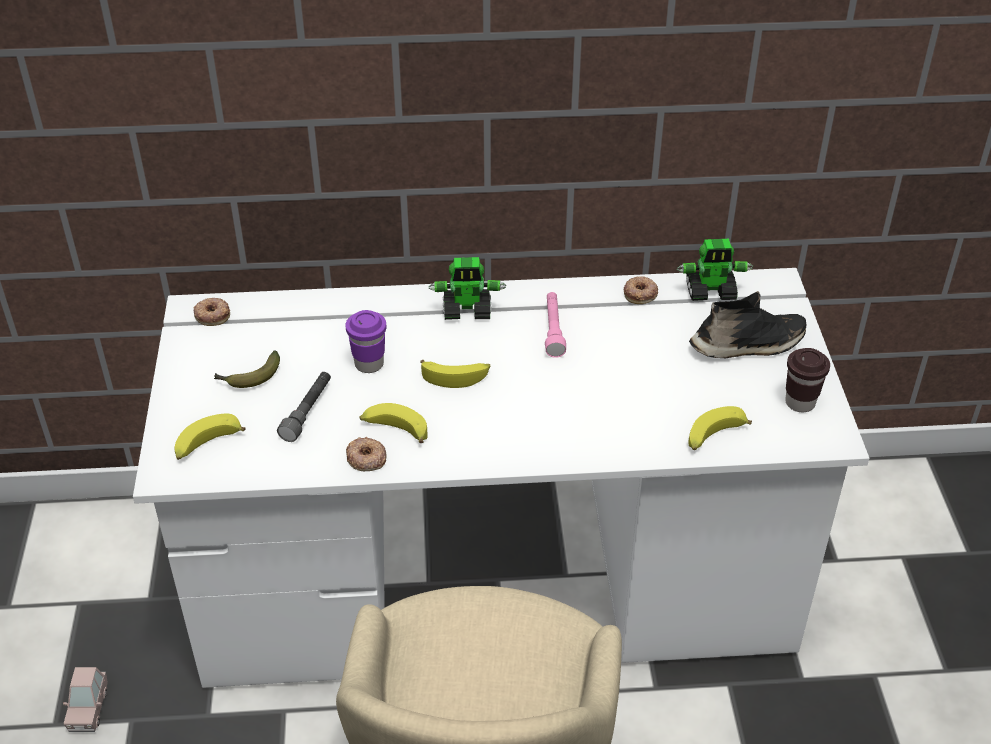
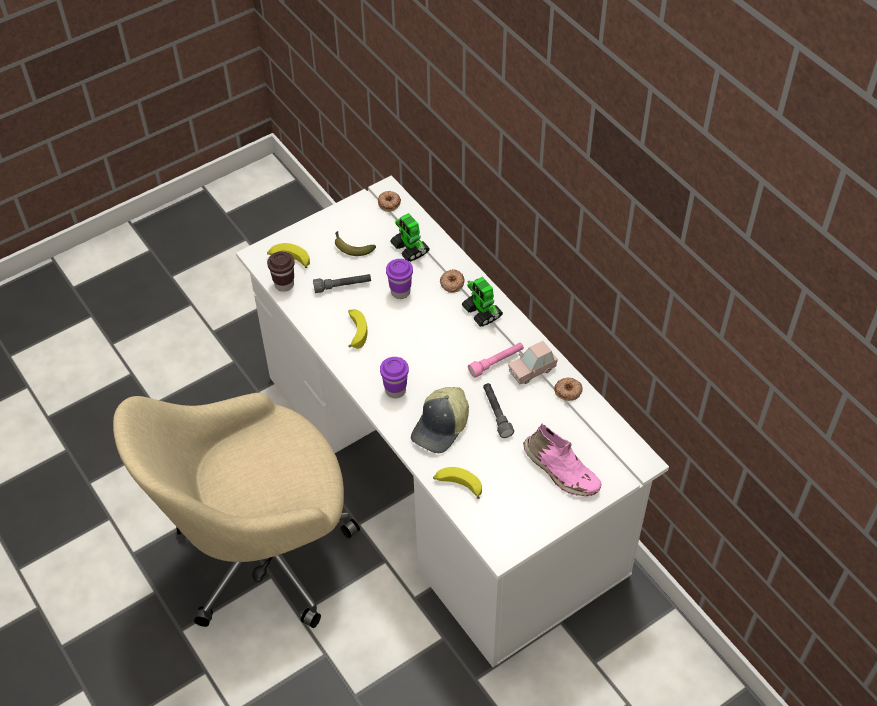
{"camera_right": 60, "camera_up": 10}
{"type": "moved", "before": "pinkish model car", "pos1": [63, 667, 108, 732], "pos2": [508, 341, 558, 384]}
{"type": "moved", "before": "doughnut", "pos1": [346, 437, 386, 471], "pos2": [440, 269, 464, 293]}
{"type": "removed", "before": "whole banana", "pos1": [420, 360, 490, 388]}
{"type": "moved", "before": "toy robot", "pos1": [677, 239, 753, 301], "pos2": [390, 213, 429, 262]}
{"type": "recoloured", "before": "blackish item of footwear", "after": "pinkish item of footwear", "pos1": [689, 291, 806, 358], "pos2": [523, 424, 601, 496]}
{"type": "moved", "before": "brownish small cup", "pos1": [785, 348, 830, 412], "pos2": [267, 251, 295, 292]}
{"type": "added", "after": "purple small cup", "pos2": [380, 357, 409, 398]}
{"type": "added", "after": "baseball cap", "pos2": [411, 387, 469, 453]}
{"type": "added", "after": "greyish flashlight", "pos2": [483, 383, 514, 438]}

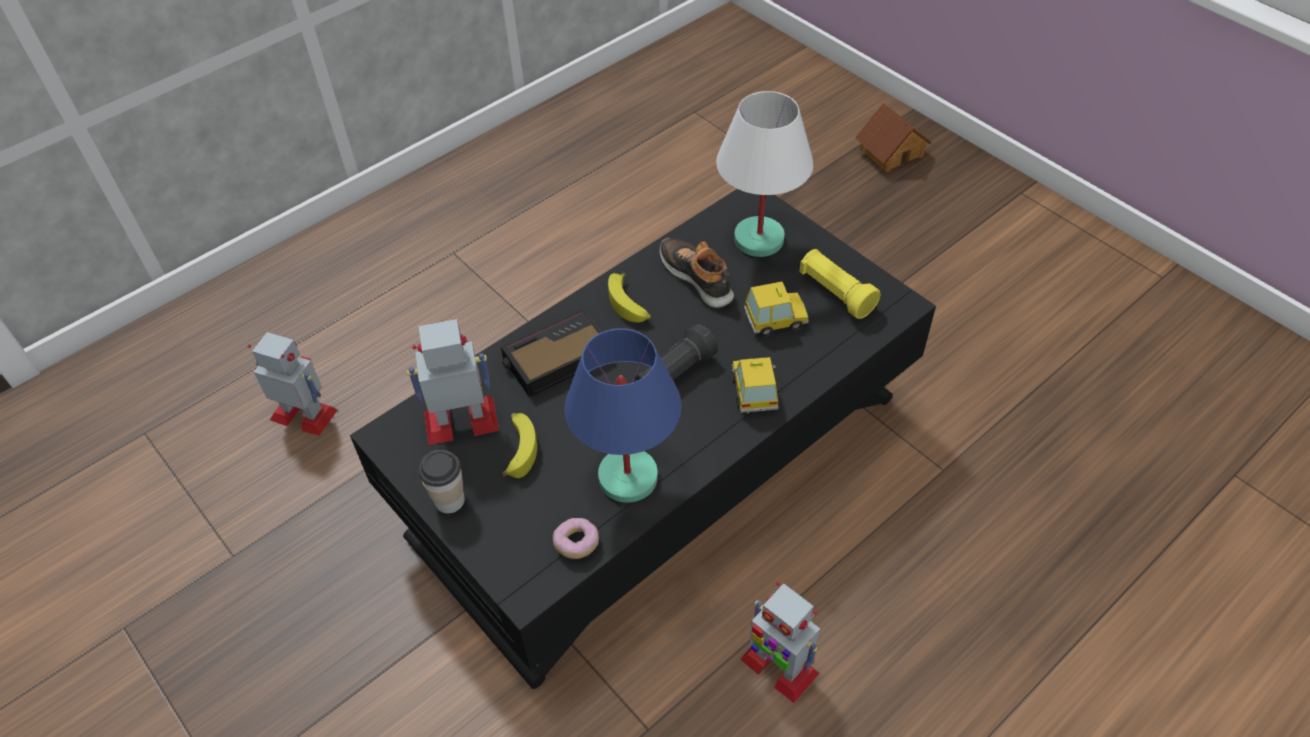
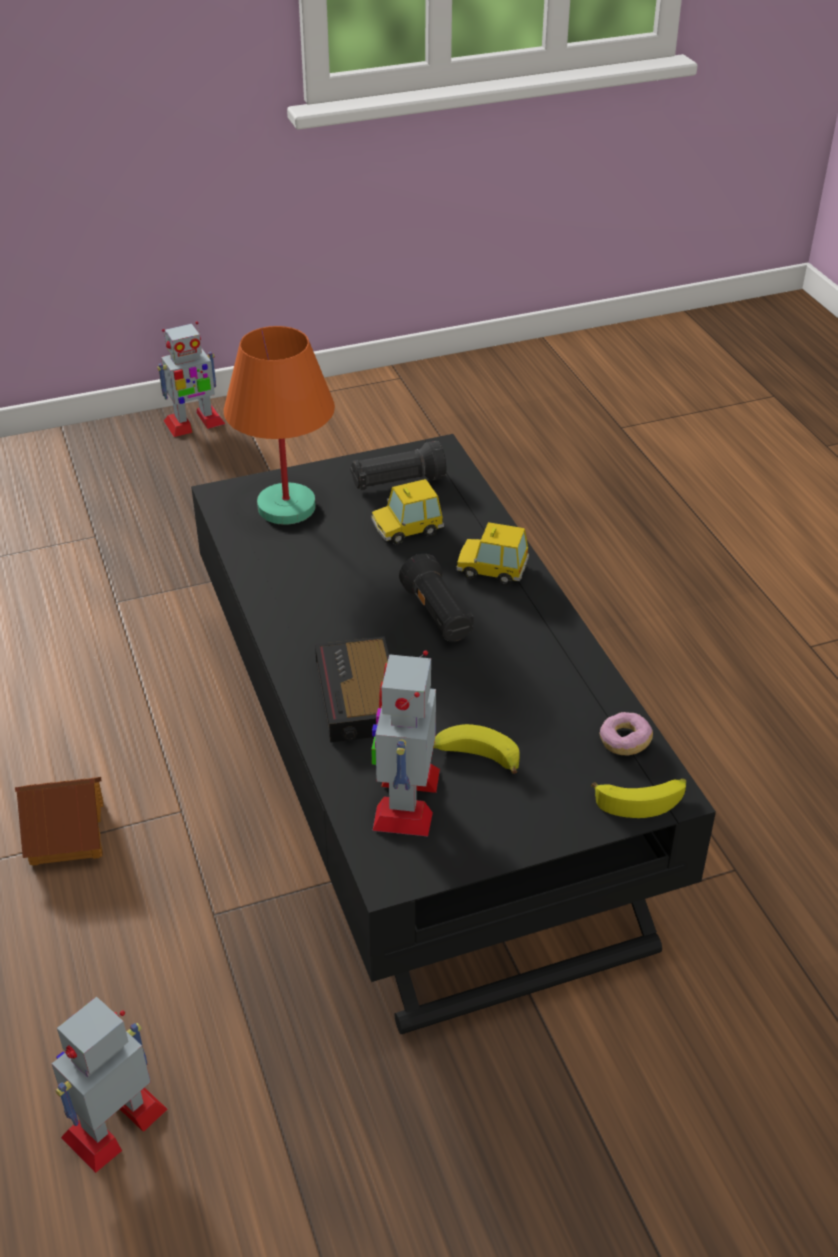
{"camera_right": -70, "camera_up": -10}
{"type": "removed", "before": "small cup", "pos1": [418, 450, 465, 513]}
{"type": "removed", "before": "blue lamp for a table", "pos1": [564, 328, 682, 503]}
{"type": "moved", "before": "whole banana", "pos1": [608, 272, 651, 323], "pos2": [591, 779, 686, 818]}
{"type": "removed", "before": "item of footwear", "pos1": [660, 238, 734, 308]}
{"type": "recoloured", "before": "white lamp for a table", "after": "orange-coloured lamp for a table", "pos1": [716, 91, 814, 257], "pos2": [224, 326, 335, 525]}
{"type": "moved", "before": "toy robot", "pos1": [740, 582, 820, 703], "pos2": [157, 321, 225, 437]}
{"type": "turned", "before": "model car", "pos1": [744, 281, 809, 336], "pos2": [371, 479, 444, 545], "turn": -120}
{"type": "recoloured", "before": "yellow-coloured flashlight", "after": "blackish flashlight", "pos1": [799, 249, 881, 319], "pos2": [350, 441, 446, 490]}
{"type": "moved", "before": "model house", "pos1": [855, 103, 932, 172], "pos2": [15, 777, 103, 866]}

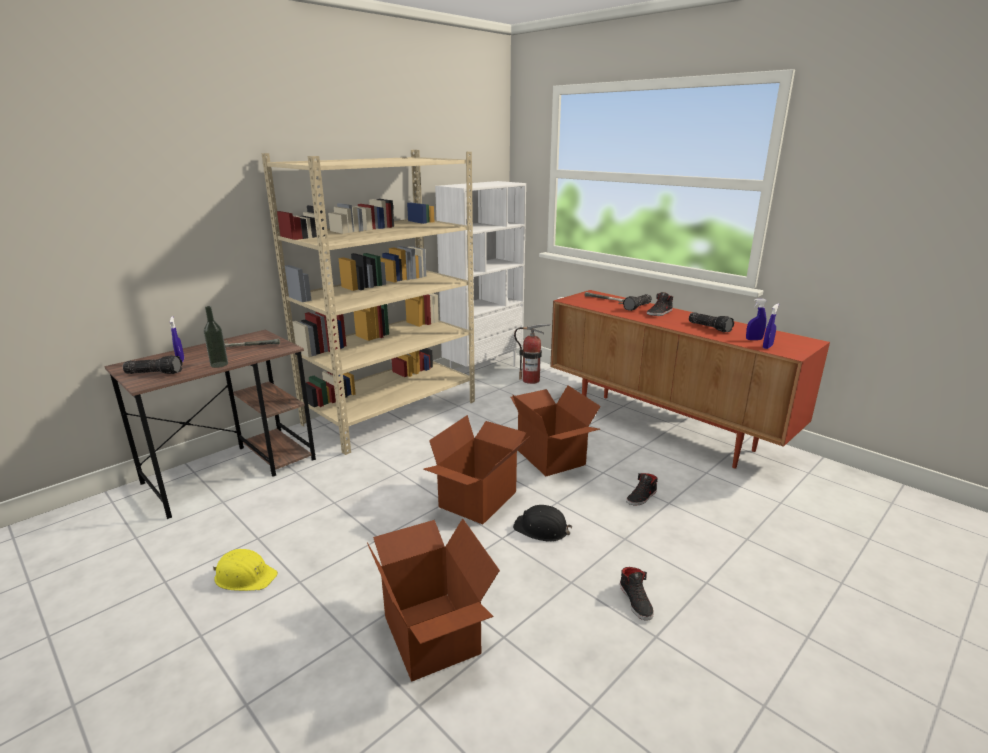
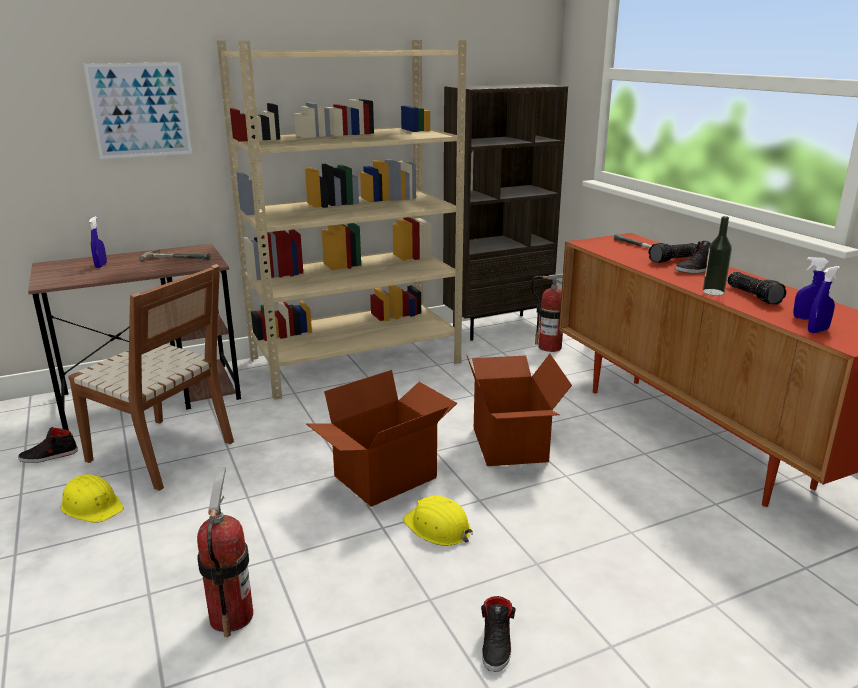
{"camera_right": 20, "camera_up": 0}
{"type": "removed", "before": "flashlight", "pos1": [123, 355, 183, 374]}
{"type": "moved", "before": "bottle", "pos1": [204, 306, 228, 368], "pos2": [703, 216, 732, 296]}
{"type": "replaced", "before": "packing box", "after": "fire-fighting cylinder", "pos1": [367, 518, 500, 682], "pos2": [197, 467, 253, 637]}
{"type": "recoloured", "before": "white bookcase", "after": "brownish bookcase", "pos1": [435, 181, 526, 369], "pos2": [443, 83, 568, 341]}
{"type": "recoloured", "before": "blackish hard hat", "after": "yellow-coloured hard hat", "pos1": [513, 505, 572, 542], "pos2": [403, 496, 473, 546]}
{"type": "moved", "before": "blackish item of footwear", "pos1": [626, 473, 658, 506], "pos2": [18, 427, 78, 463]}
{"type": "added", "after": "upright chair", "pos2": [68, 264, 234, 491]}
{"type": "added", "after": "picture", "pos2": [84, 62, 192, 159]}

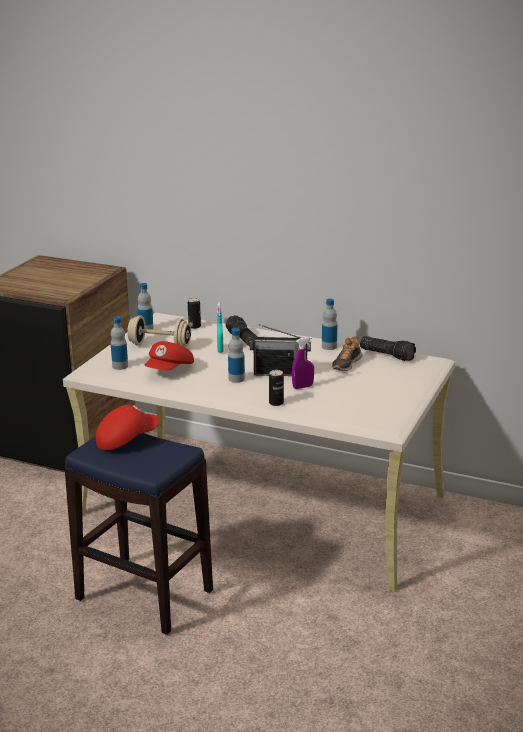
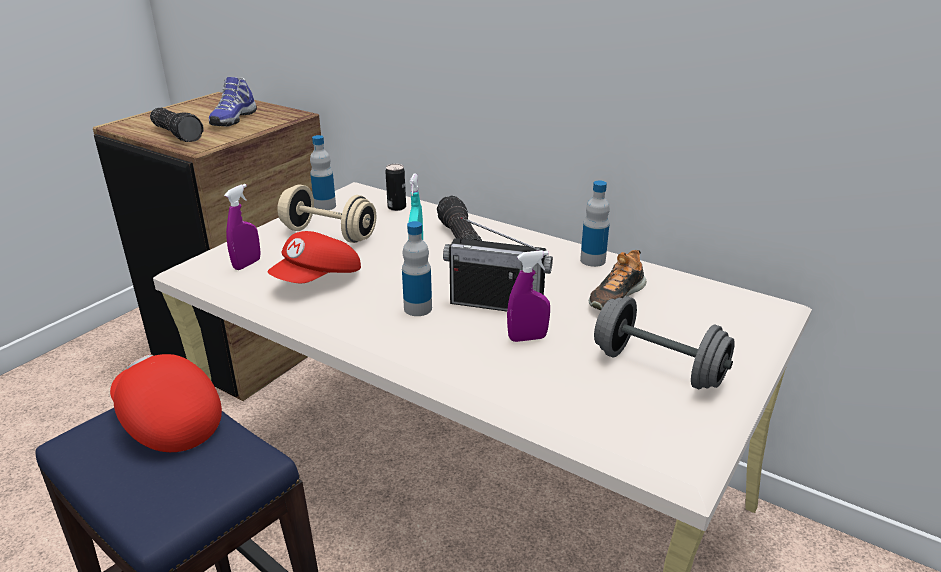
{"camera_right": 10, "camera_up": 5}
{"type": "turned", "before": "red-coloured baseball cap", "pos1": [96, 405, 159, 450], "pos2": [110, 354, 222, 452], "turn": -120}
{"type": "replaced", "before": "bottle", "after": "purple spray bottle", "pos1": [111, 317, 128, 370], "pos2": [224, 184, 261, 270]}
{"type": "removed", "before": "metal can", "pos1": [269, 370, 284, 406]}
{"type": "moved", "before": "flashlight", "pos1": [360, 336, 416, 361], "pos2": [150, 108, 204, 142]}
{"type": "added", "after": "item of footwear", "pos2": [209, 77, 257, 127]}
{"type": "added", "after": "greyish hand weight", "pos2": [594, 296, 735, 389]}

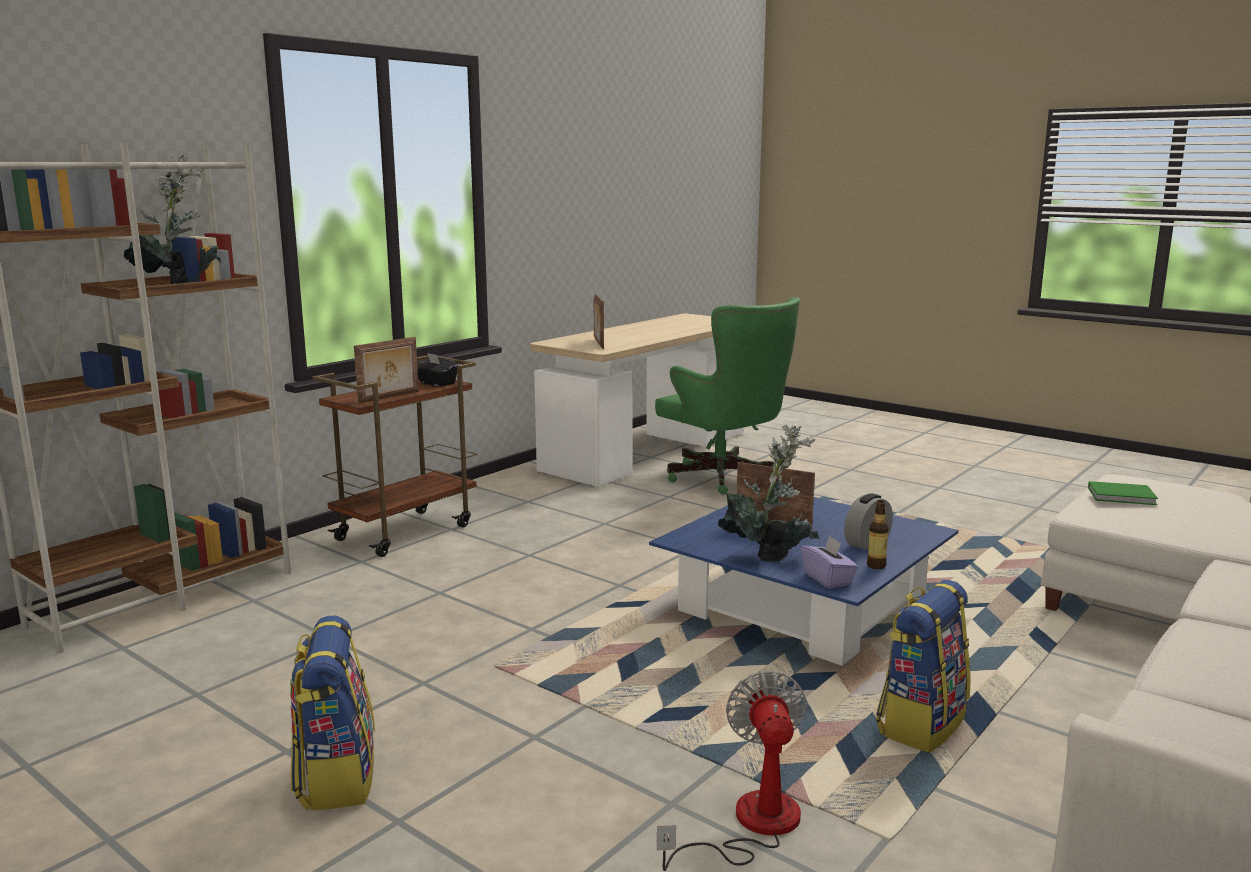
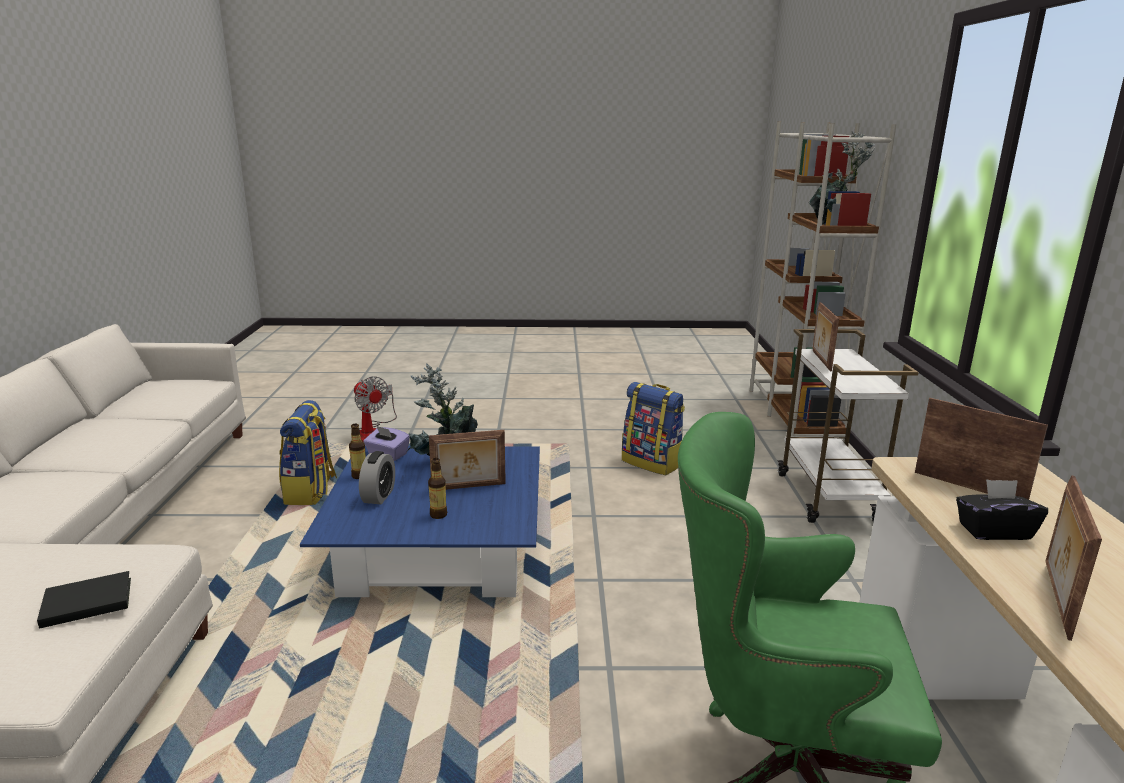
{"camera_right": 140, "camera_up": 5}
{"type": "moved", "before": "rucksack", "pos1": [290, 616, 375, 810], "pos2": [622, 382, 685, 475]}
{"type": "recoloured", "before": "brownish cart", "after": "white cart", "pos1": [312, 355, 478, 557], "pos2": [777, 329, 919, 523]}
{"type": "moved", "before": "blackish box of tissues", "pos1": [417, 353, 458, 387], "pos2": [956, 479, 1048, 540]}
{"type": "recoloured", "before": "green book", "after": "blackish book", "pos1": [1088, 481, 1158, 505], "pos2": [37, 571, 131, 629]}
{"type": "added", "after": "bottle", "pos2": [428, 458, 447, 519]}
{"type": "added", "after": "standing frame", "pos2": [1046, 476, 1102, 641]}

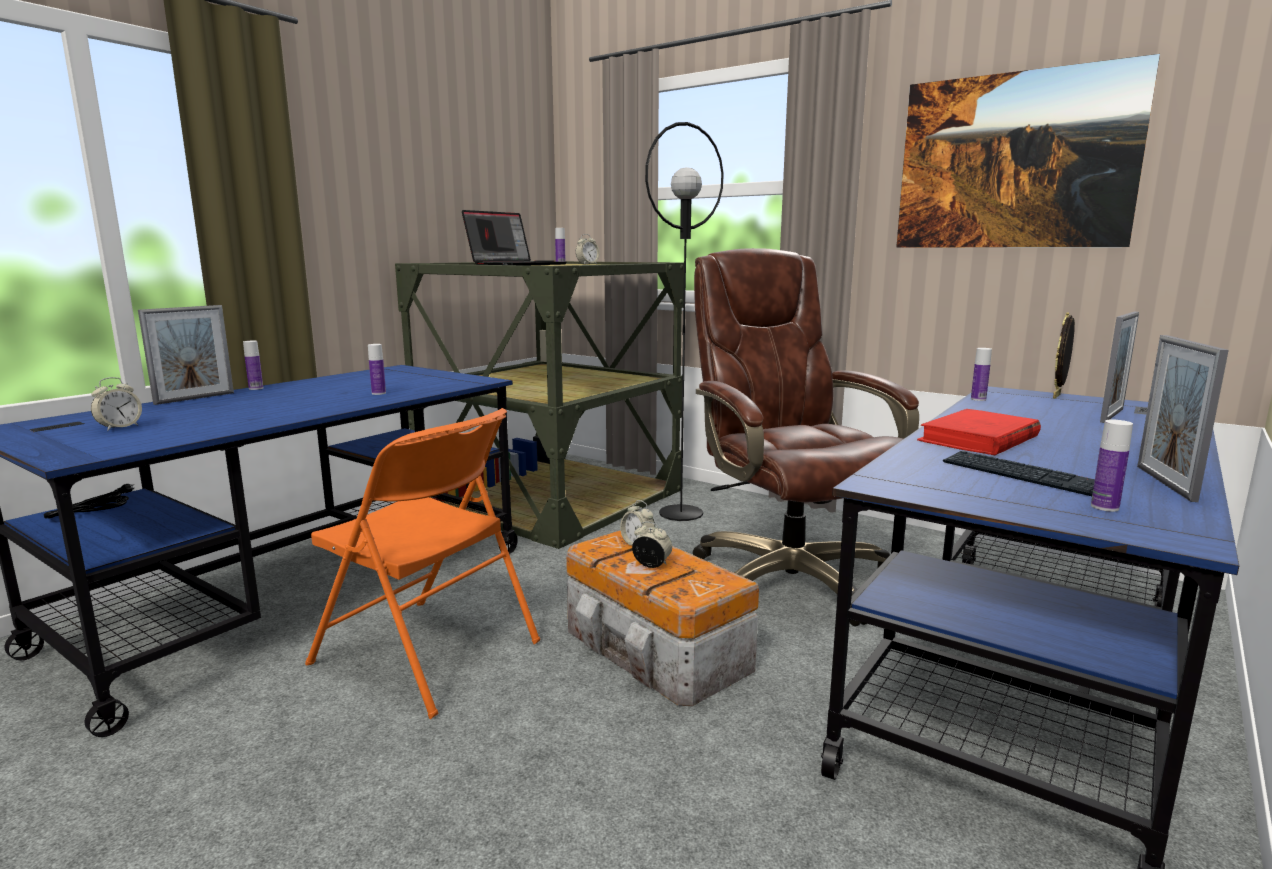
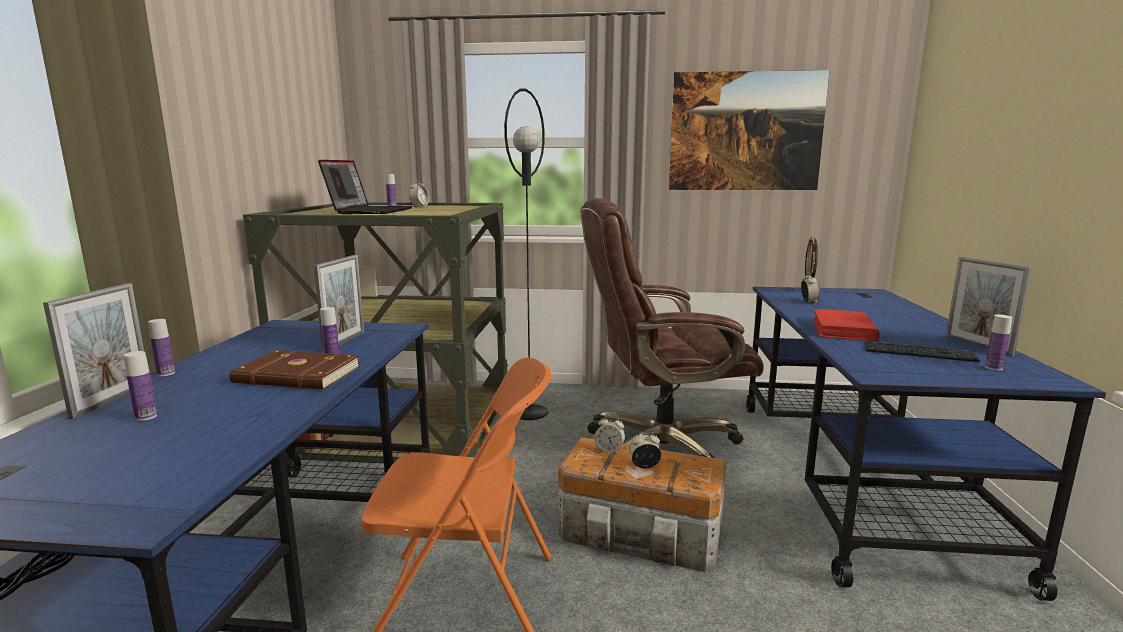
{"camera_right": -30, "camera_up": 0}
{"type": "moved", "before": "alarm clock", "pos1": [91, 377, 142, 431], "pos2": [801, 272, 820, 303]}
{"type": "turned", "before": "brownish office chair", "pos1": [693, 248, 919, 626], "pos2": [580, 198, 764, 458], "turn": -45}
{"type": "moved", "before": "bottle", "pos1": [971, 348, 992, 401], "pos2": [123, 351, 157, 421]}
{"type": "moved", "before": "standing frame", "pos1": [1100, 312, 1139, 423], "pos2": [313, 255, 364, 352]}
{"type": "added", "after": "brownish book", "pos2": [229, 350, 360, 389]}

